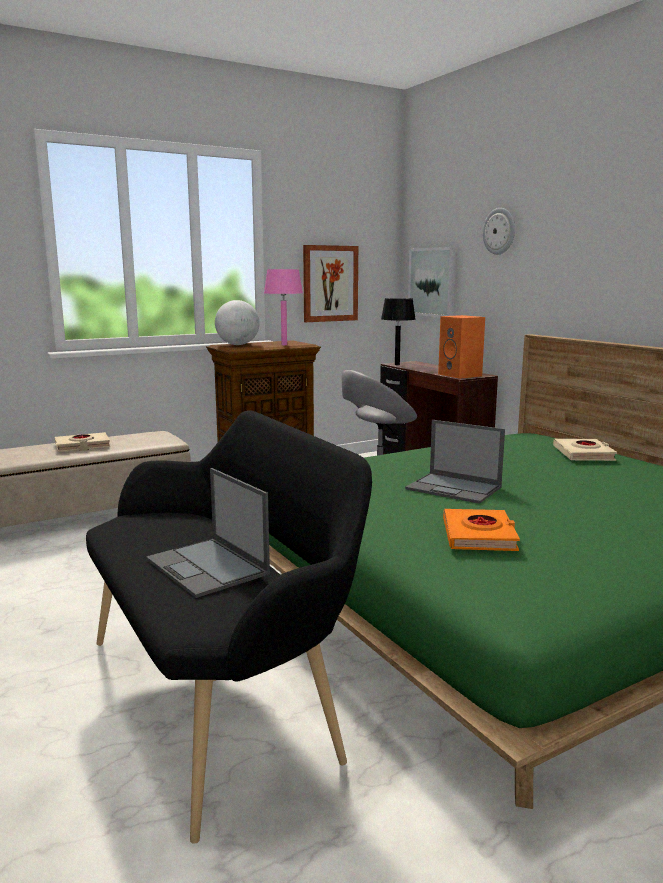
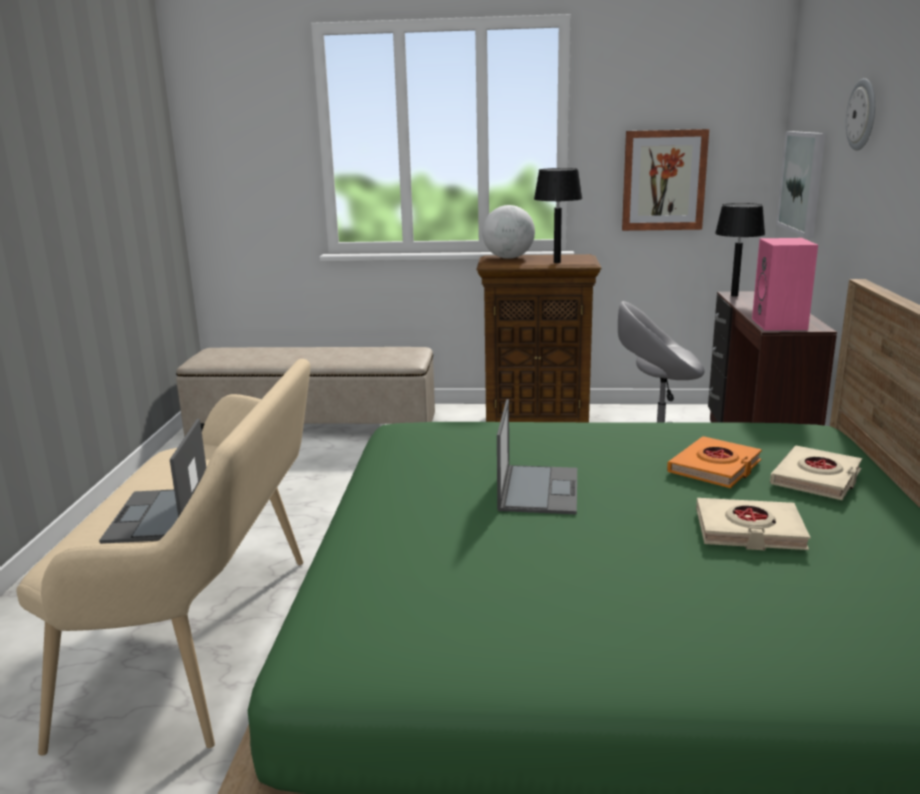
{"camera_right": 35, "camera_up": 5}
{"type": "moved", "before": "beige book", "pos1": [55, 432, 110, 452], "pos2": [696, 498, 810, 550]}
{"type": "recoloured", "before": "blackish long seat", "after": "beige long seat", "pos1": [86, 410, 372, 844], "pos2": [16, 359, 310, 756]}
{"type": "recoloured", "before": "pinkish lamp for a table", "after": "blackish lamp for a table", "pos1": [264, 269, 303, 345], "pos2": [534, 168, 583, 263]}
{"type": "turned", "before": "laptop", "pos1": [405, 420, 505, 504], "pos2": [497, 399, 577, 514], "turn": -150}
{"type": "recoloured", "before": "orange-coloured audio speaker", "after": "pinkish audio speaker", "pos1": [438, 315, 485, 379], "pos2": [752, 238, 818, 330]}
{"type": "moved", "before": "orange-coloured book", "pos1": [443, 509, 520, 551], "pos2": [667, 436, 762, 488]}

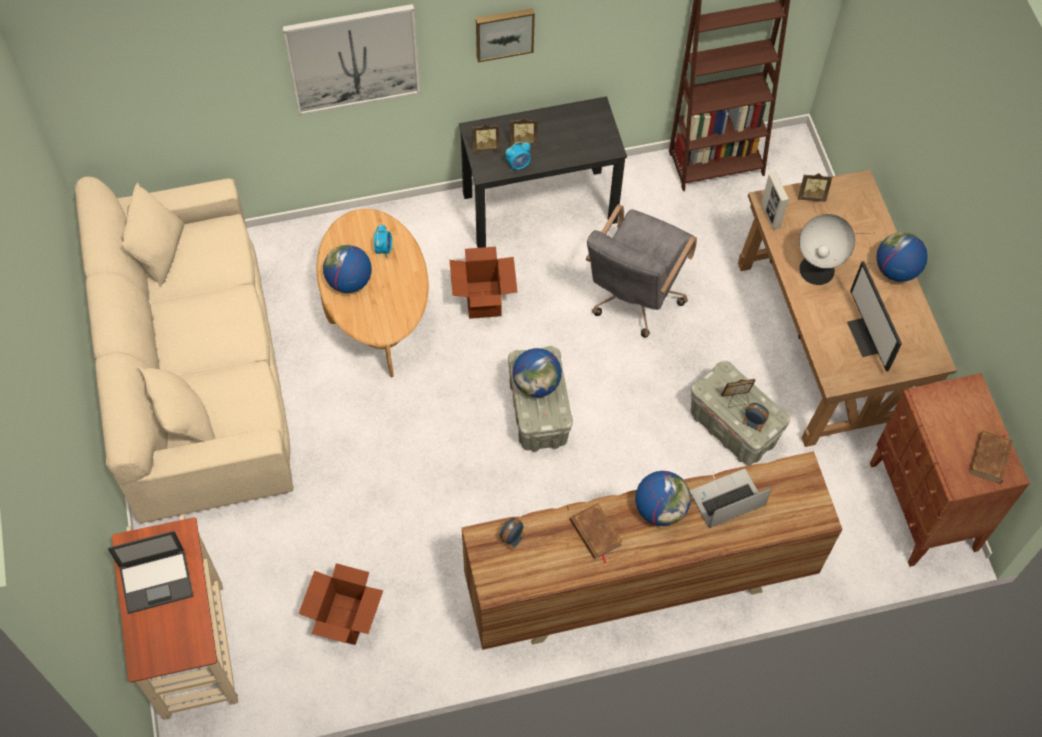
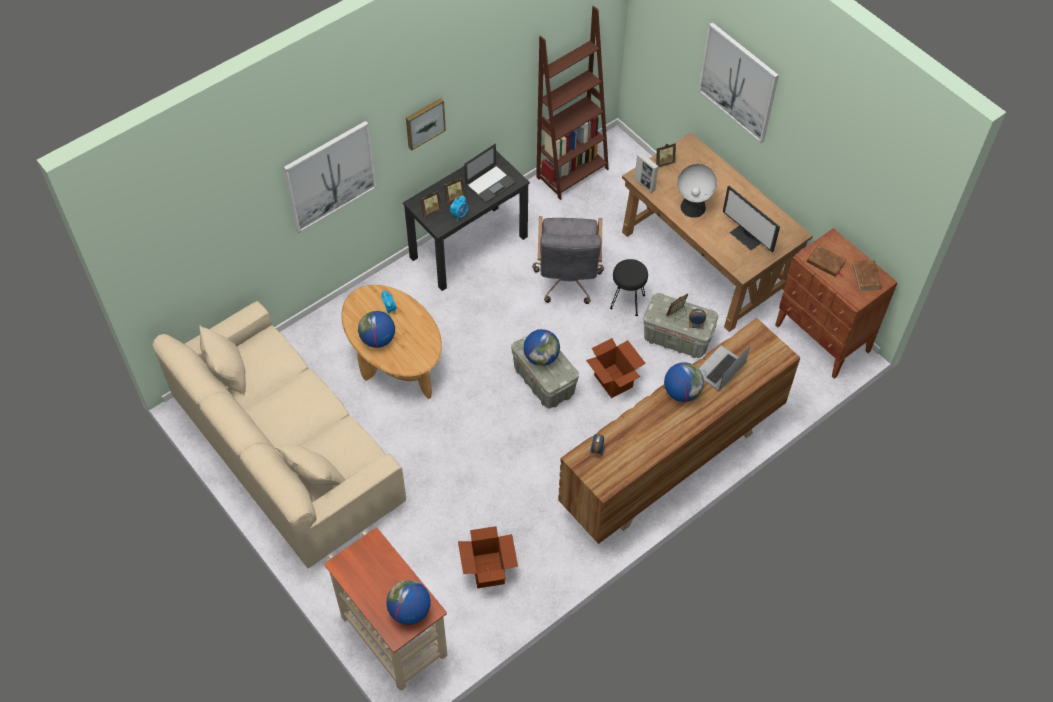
{"camera_right": -25, "camera_up": -5}
{"type": "moved", "before": "laptop", "pos1": [108, 531, 193, 614], "pos2": [464, 143, 516, 203]}
{"type": "moved", "before": "packing box", "pos1": [450, 247, 518, 319], "pos2": [586, 338, 646, 398]}
{"type": "moved", "before": "brownish book", "pos1": [570, 503, 622, 564], "pos2": [807, 245, 846, 277]}
{"type": "moved", "before": "globe", "pos1": [876, 232, 928, 282], "pos2": [386, 580, 431, 625]}
{"type": "added", "after": "blackish sitting stool", "pos2": [610, 259, 648, 316]}
{"type": "added", "after": "picture", "pos2": [698, 22, 779, 143]}

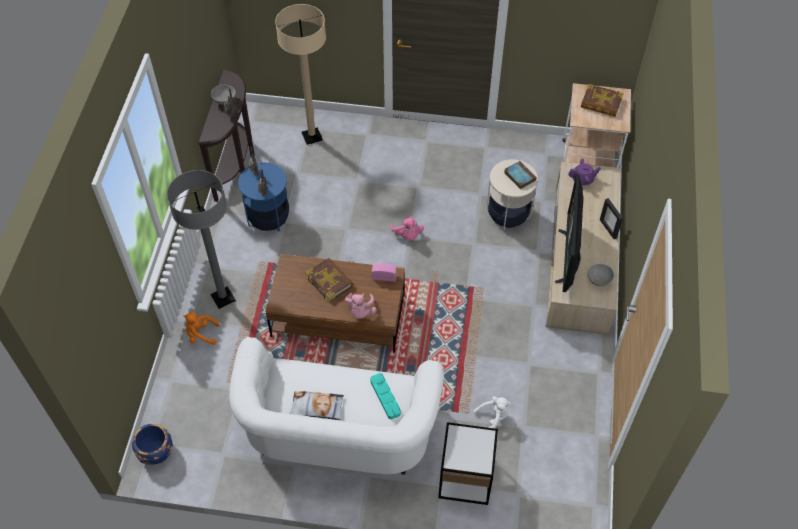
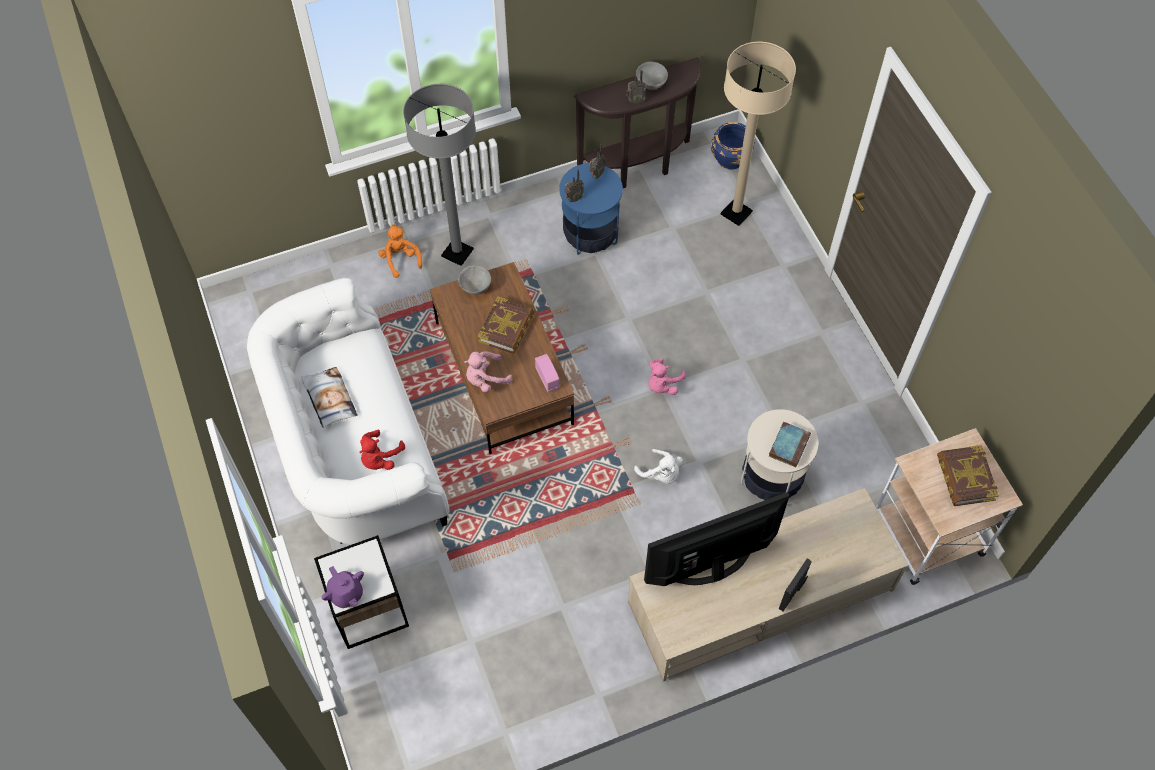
{"camera_right": 60, "camera_up": 5}
{"type": "moved", "before": "blue planter", "pos1": [132, 424, 173, 465], "pos2": [711, 122, 754, 170]}
{"type": "replaced", "before": "turquoise carrying tray", "after": "red-coloured cuddly toy", "pos1": [370, 373, 401, 419], "pos2": [359, 429, 405, 470]}
{"type": "moved", "before": "white cuddly toy", "pos1": [473, 396, 511, 428], "pos2": [634, 449, 683, 484]}
{"type": "moved", "before": "purple pot for tea", "pos1": [568, 158, 601, 185], "pos2": [321, 566, 364, 608]}
{"type": "moved", "before": "greyish serving bowl", "pos1": [588, 264, 614, 286], "pos2": [458, 265, 491, 295]}

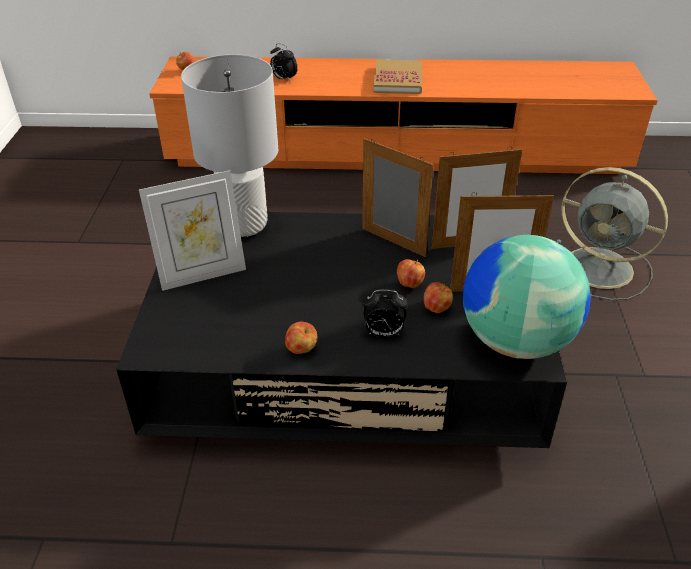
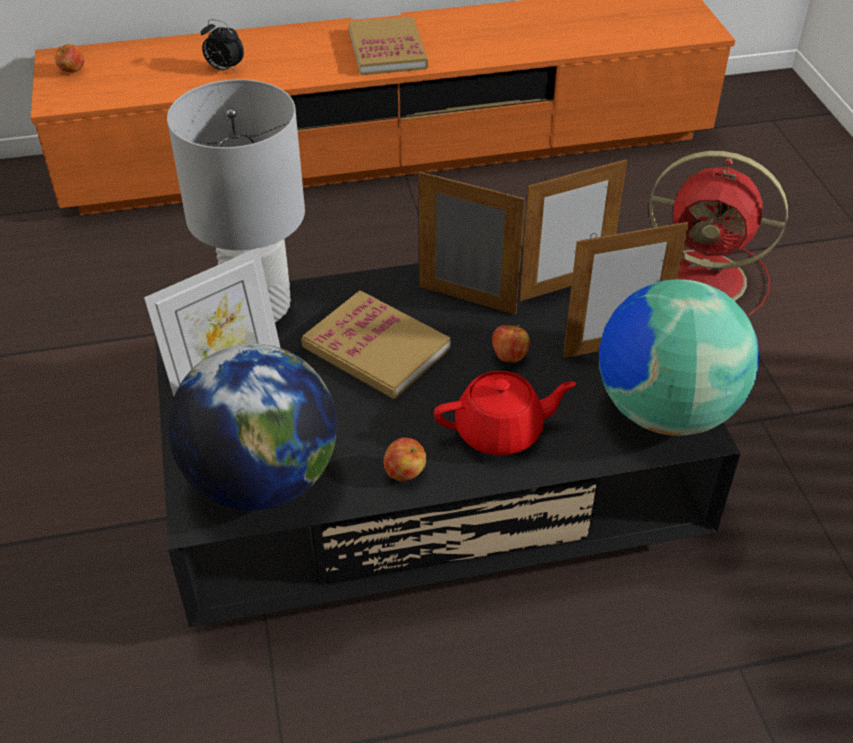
{"camera_right": -15, "camera_up": 5}
{"type": "replaced", "before": "alarm clock", "after": "red-coloured pot for tea", "pos1": [362, 290, 407, 337], "pos2": [434, 371, 576, 455]}
{"type": "removed", "before": "apple fruit", "pos1": [424, 282, 453, 313]}
{"type": "recoloured", "before": "greyish fan", "after": "red-coloured fan", "pos1": [556, 167, 668, 300], "pos2": [649, 151, 788, 316]}
{"type": "added", "after": "globe", "pos2": [168, 344, 337, 510]}
{"type": "added", "after": "book", "pos2": [301, 290, 451, 399]}

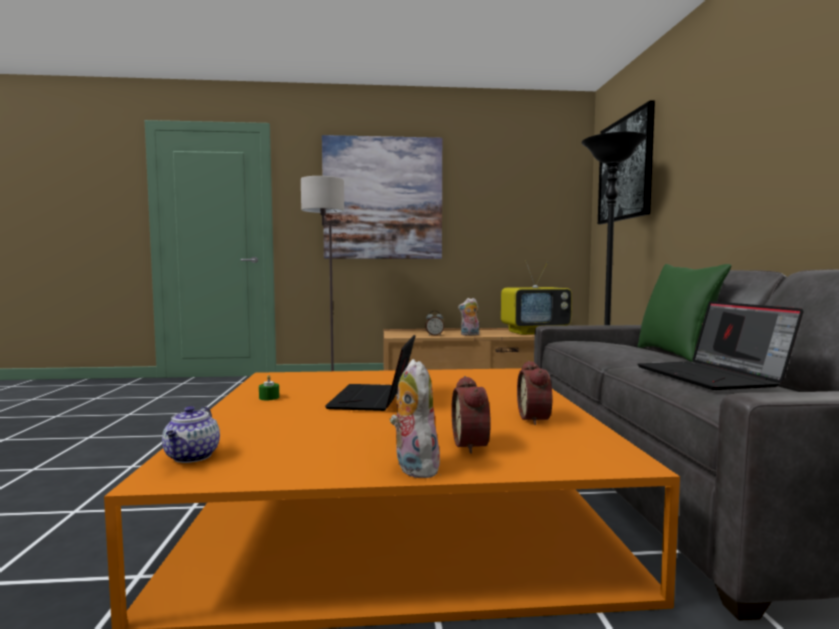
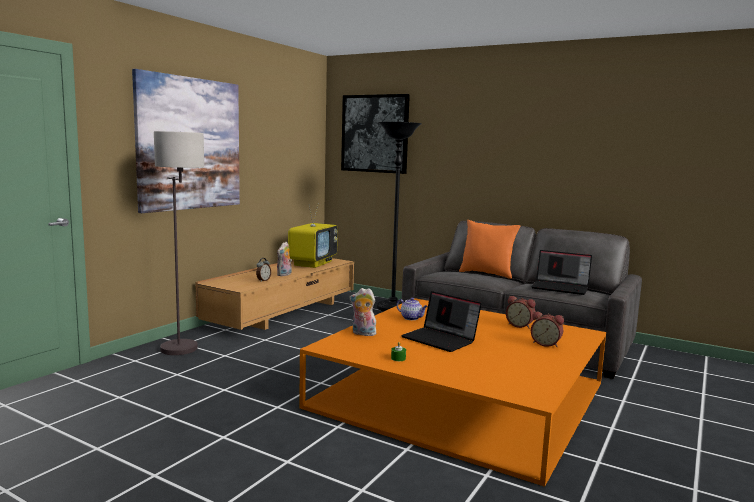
{"camera_right": -55, "camera_up": 5}
{"type": "moved", "before": "pot for tea", "pos1": [162, 406, 220, 463], "pos2": [397, 298, 428, 320]}
{"type": "moved", "before": "cuddly toy", "pos1": [390, 359, 441, 478], "pos2": [350, 288, 376, 336]}
{"type": "recoloured", "before": "green cushion", "after": "orange-coloured cushion", "pos1": [638, 264, 731, 362], "pos2": [459, 220, 520, 279]}

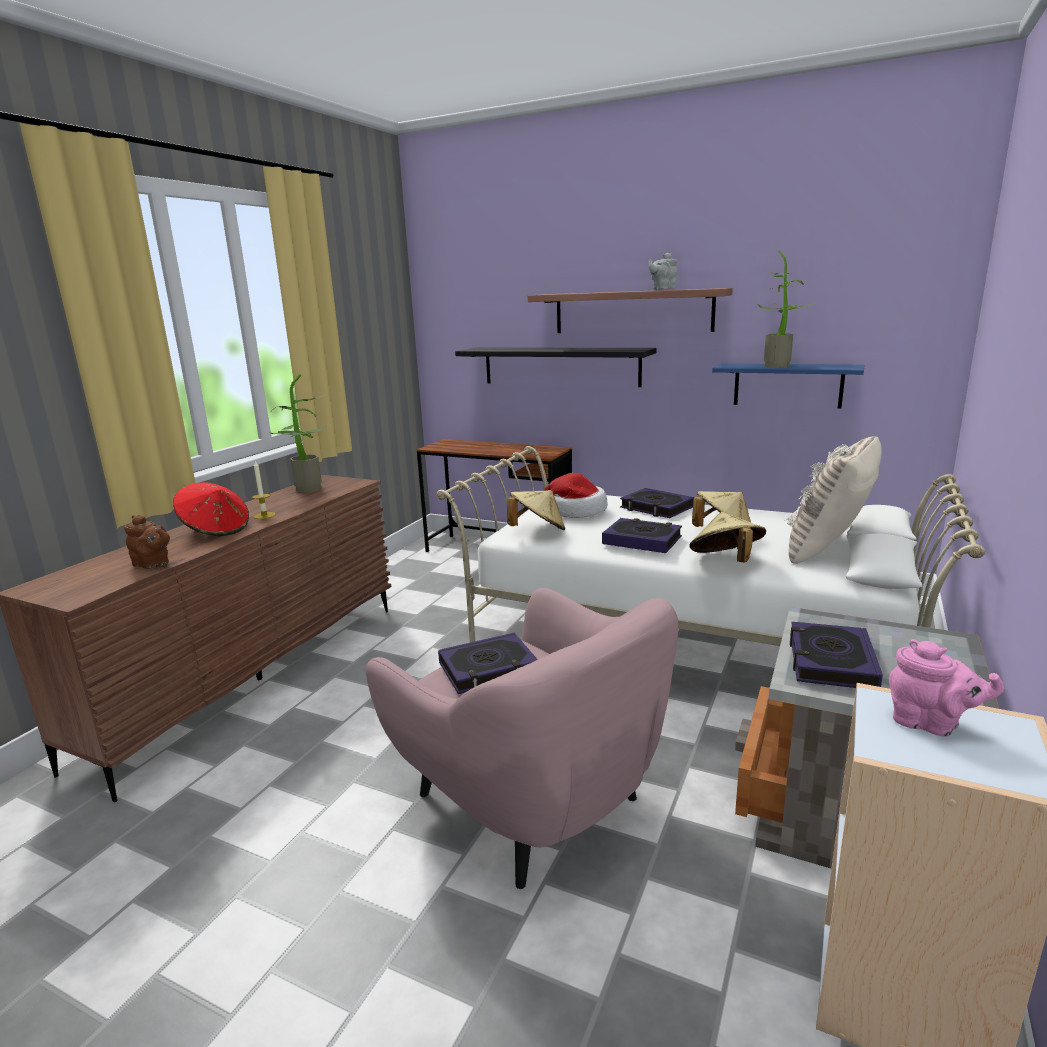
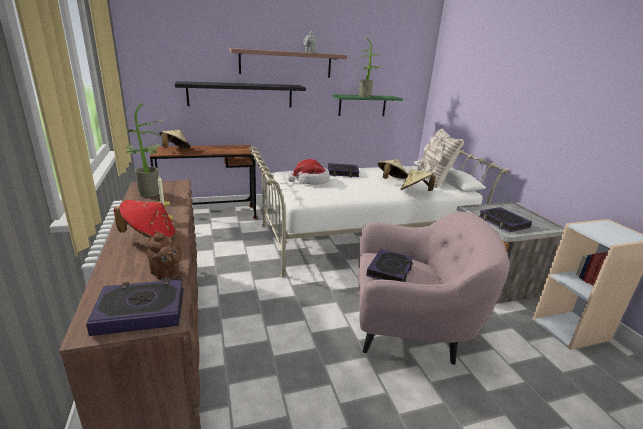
{"camera_right": -45, "camera_up": 5}
{"type": "turned", "before": "brownish pot for tea", "pos1": [124, 515, 170, 569], "pos2": [147, 231, 182, 280], "turn": 60}
{"type": "moved", "before": "beige hat", "pos1": [507, 490, 565, 530], "pos2": [159, 130, 191, 148]}
{"type": "moved", "before": "book", "pos1": [602, 518, 682, 553], "pos2": [86, 279, 184, 336]}
{"type": "recoloured", "before": "blue shelf", "after": "green shelf", "pos1": [712, 363, 864, 408], "pos2": [333, 94, 403, 116]}
{"type": "removed", "before": "pinkish pot for tea", "pos1": [889, 639, 1004, 737]}

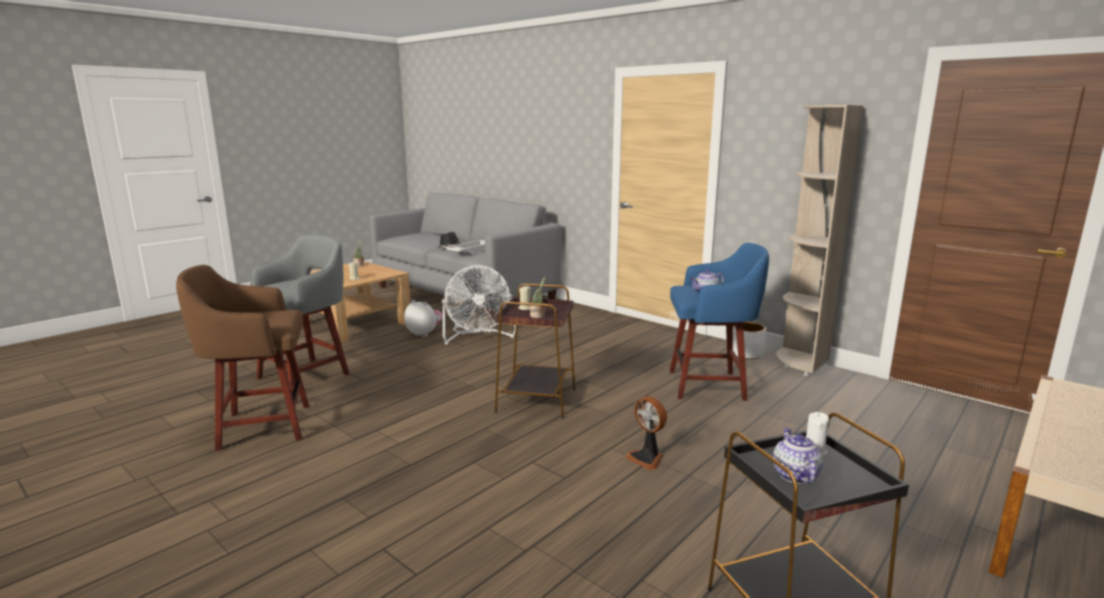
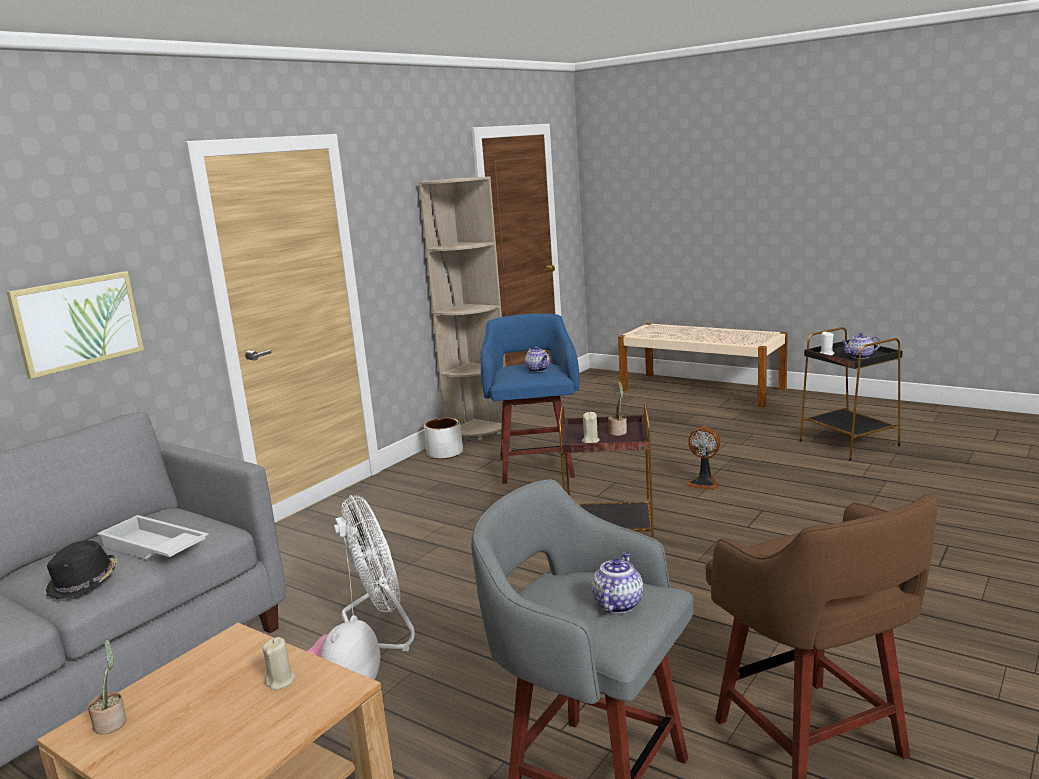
{"camera_right": -95, "camera_up": 0}
{"type": "turned", "before": "fan", "pos1": [625, 396, 667, 470], "pos2": [685, 427, 720, 490], "turn": 75}
{"type": "added", "after": "picture", "pos2": [7, 271, 144, 379]}
{"type": "added", "after": "pot for tea", "pos2": [591, 552, 643, 613]}

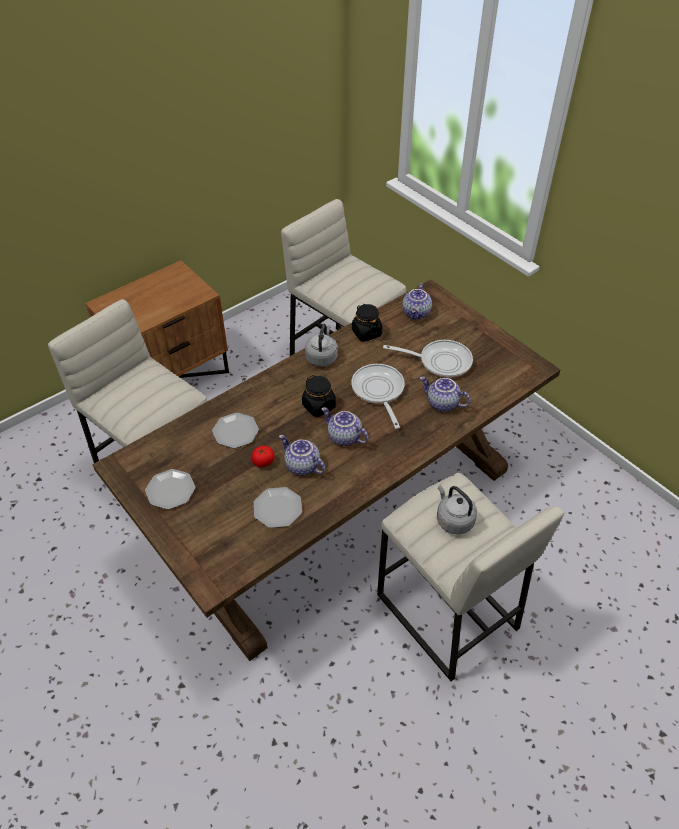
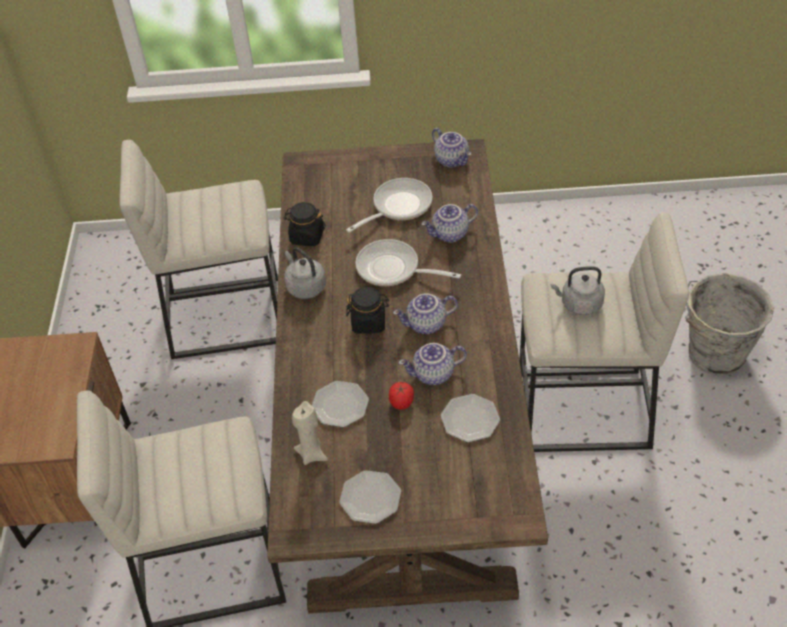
{"camera_right": -50, "camera_up": 0}
{"type": "moved", "before": "pot for tea", "pos1": [402, 283, 432, 320], "pos2": [432, 128, 471, 167]}
{"type": "added", "after": "beige candle", "pos2": [292, 401, 328, 465]}
{"type": "added", "after": "greyish pail", "pos2": [685, 273, 774, 375]}

